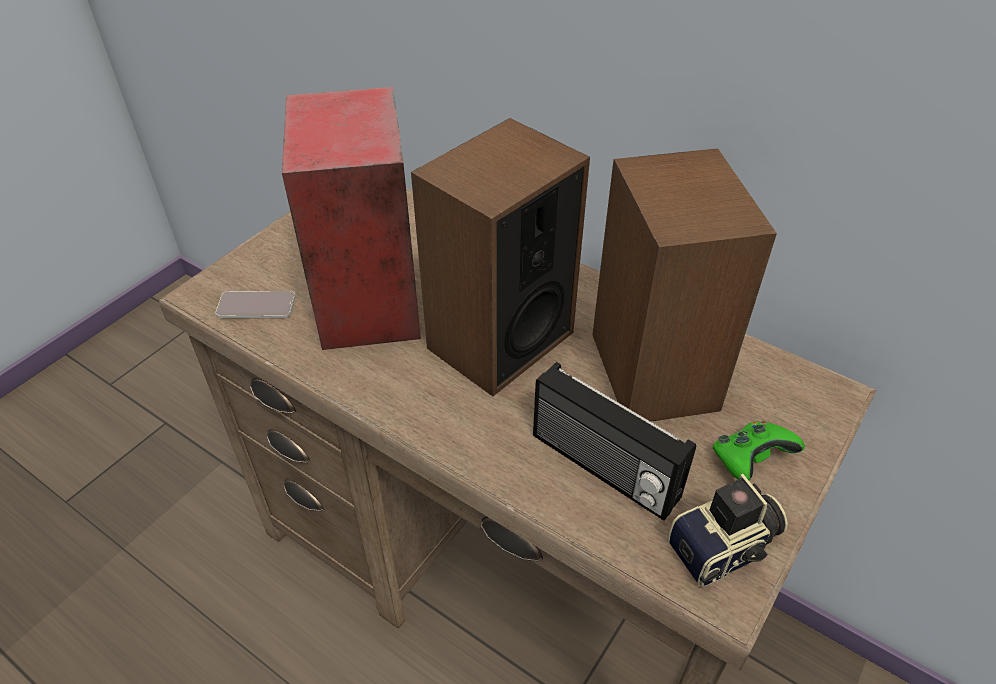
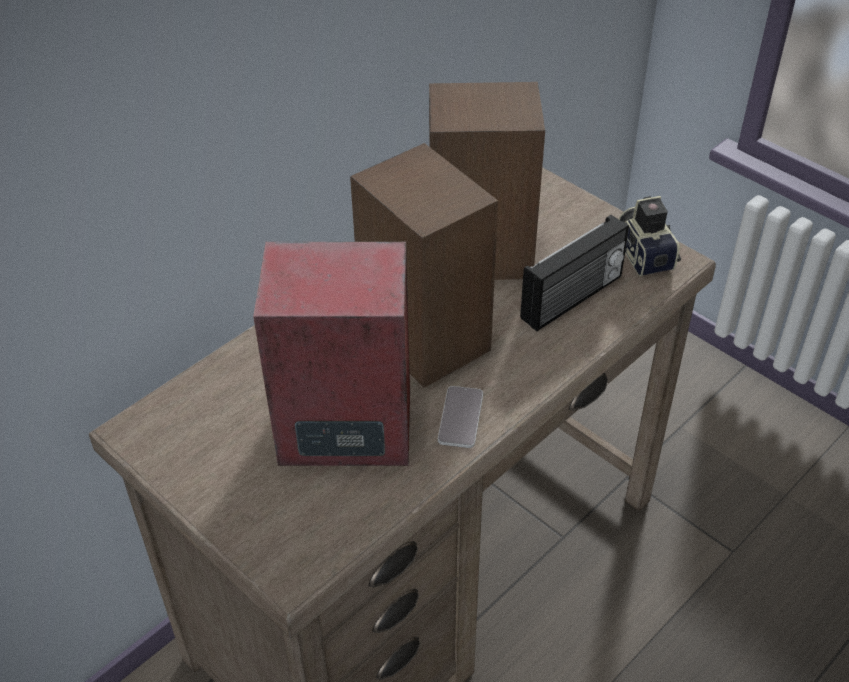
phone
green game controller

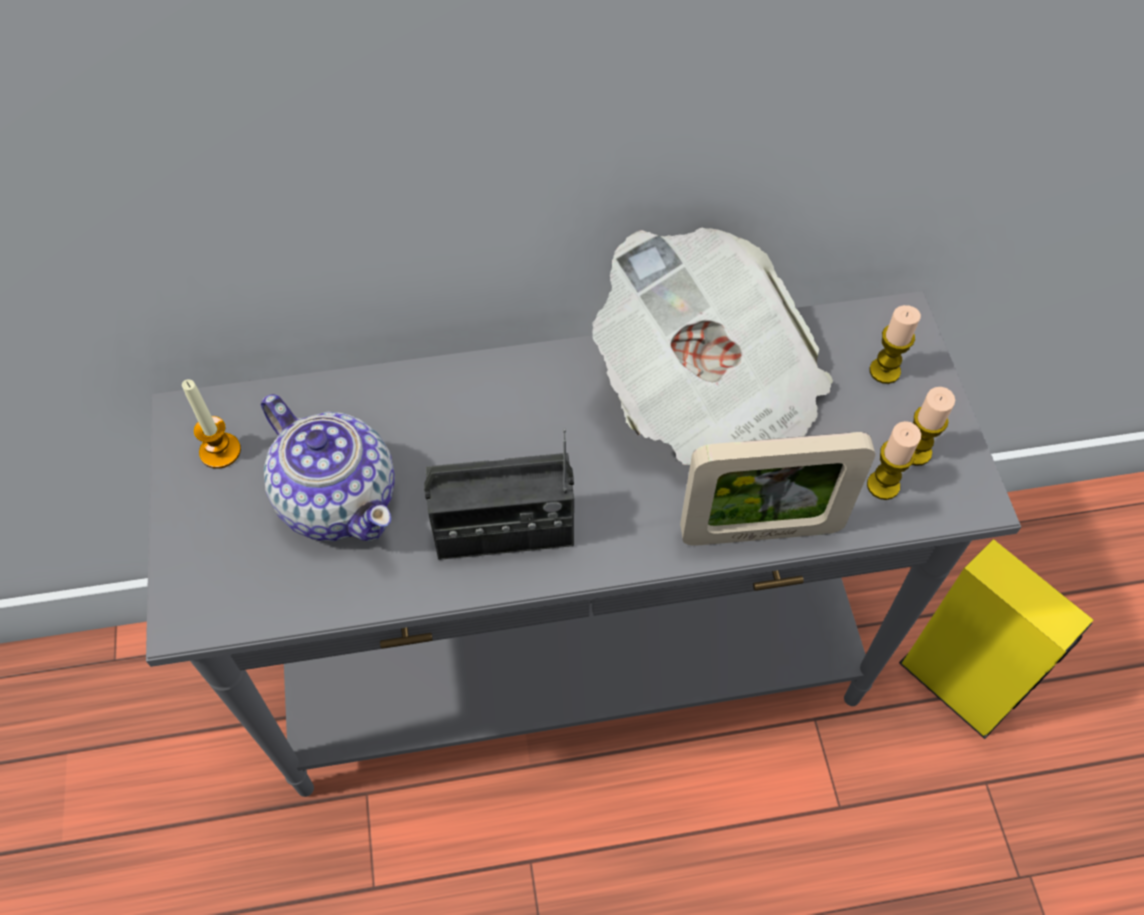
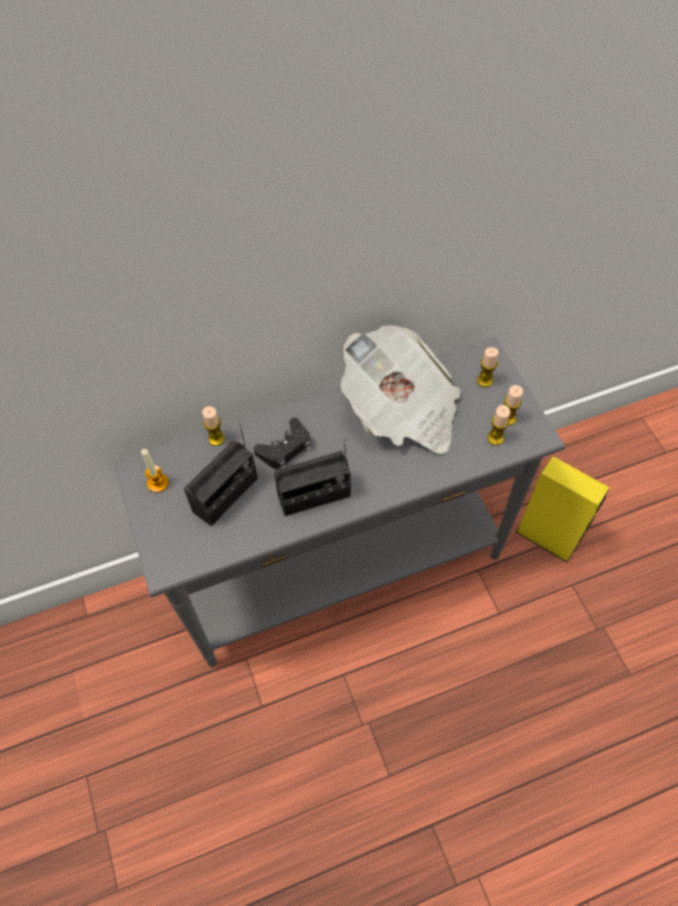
radio (no. 1 from left)
picture frame
candle (no. 2 from left)
black game controller

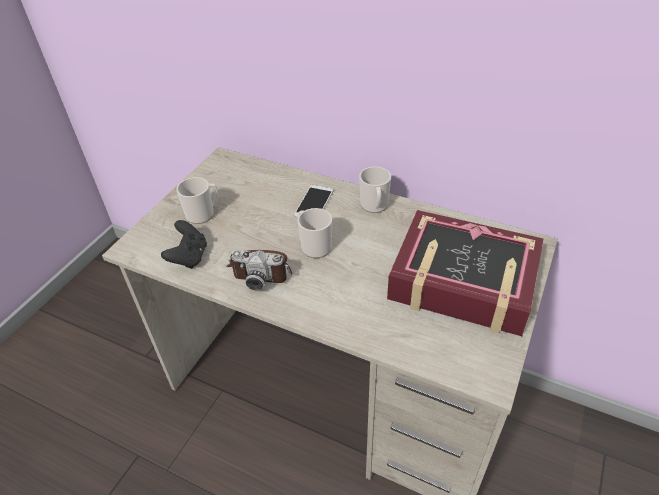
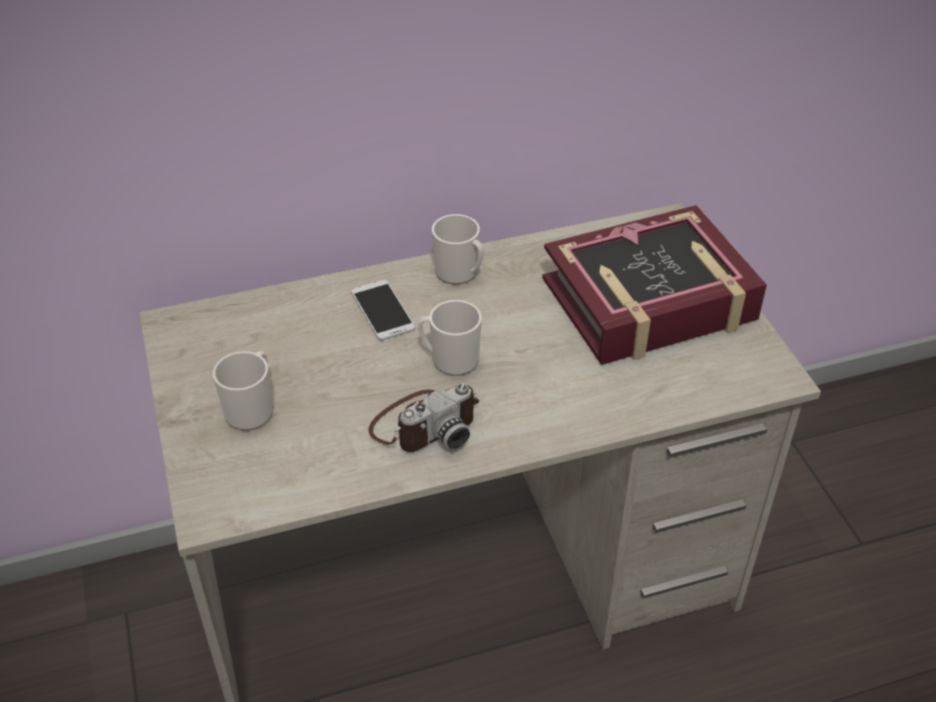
black game controller

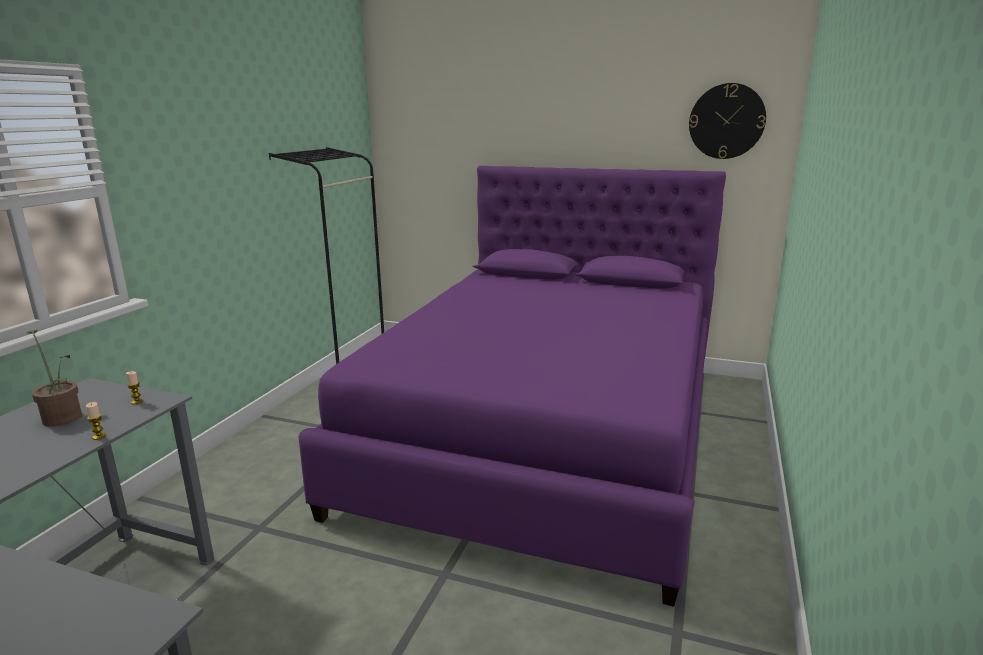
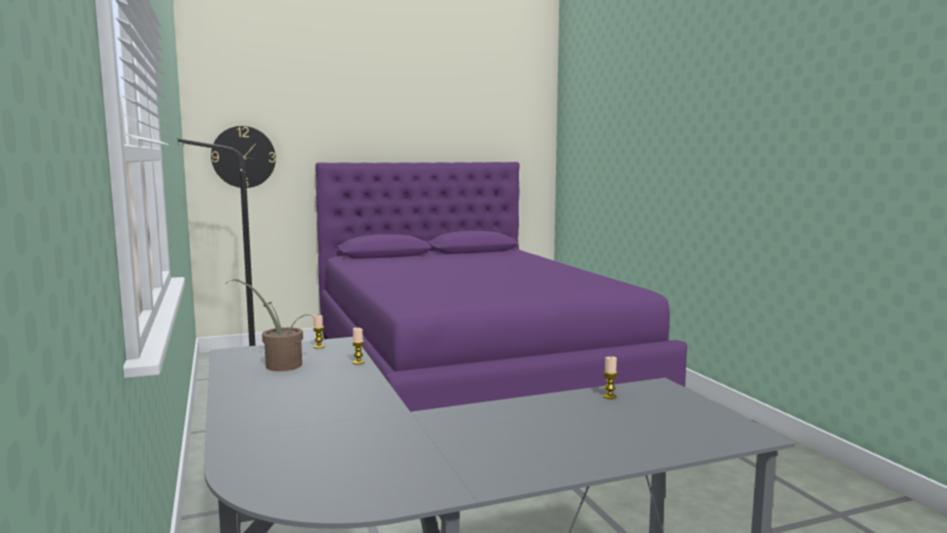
wall clock
candle (no. 3 from left)

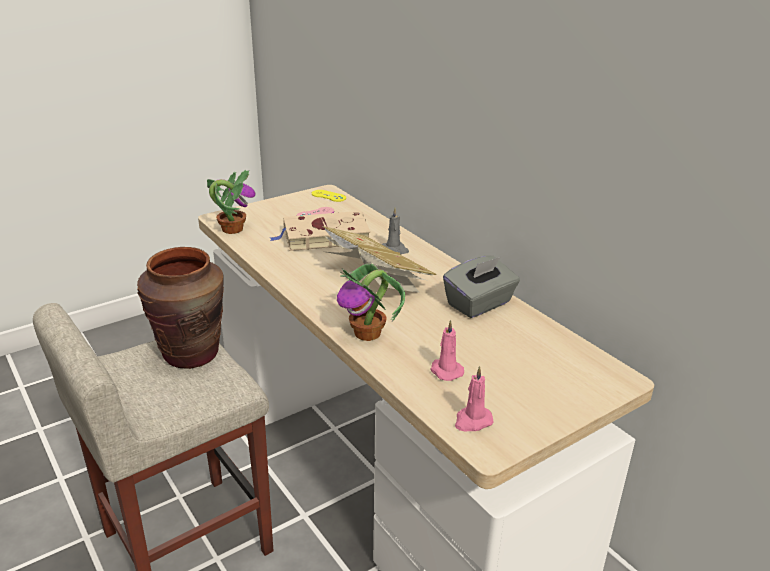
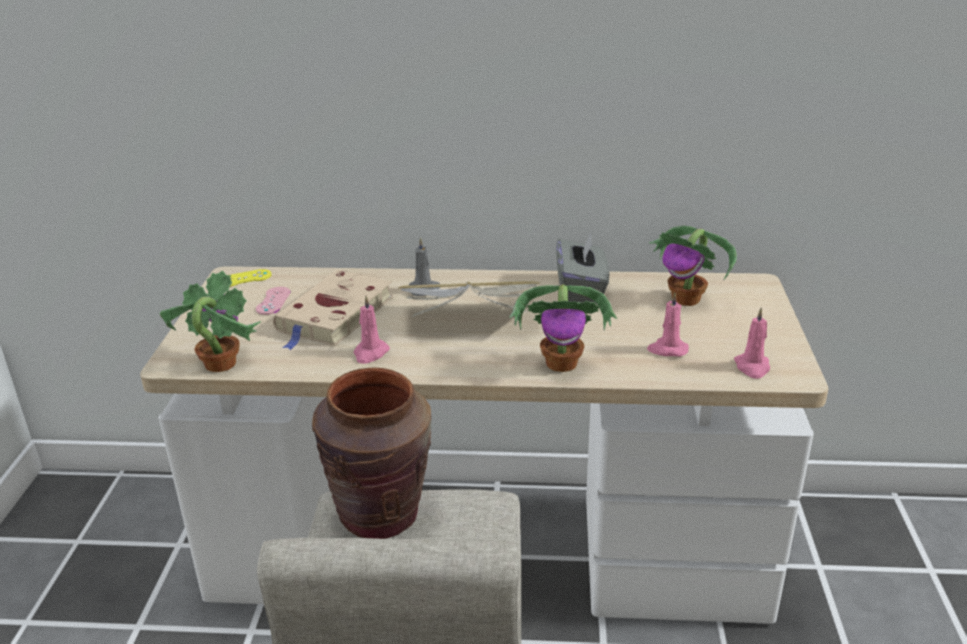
potted plant (no. 3 from left)
pink candle (no. 1 from left)

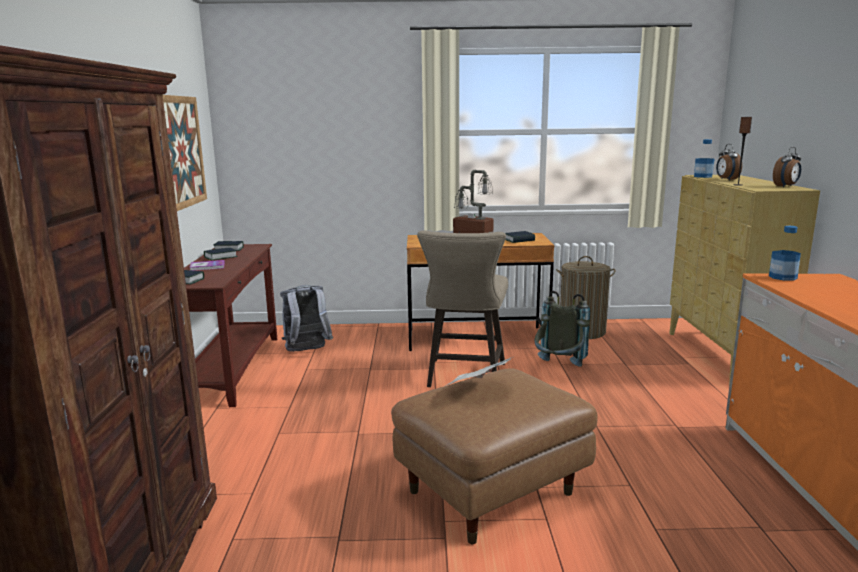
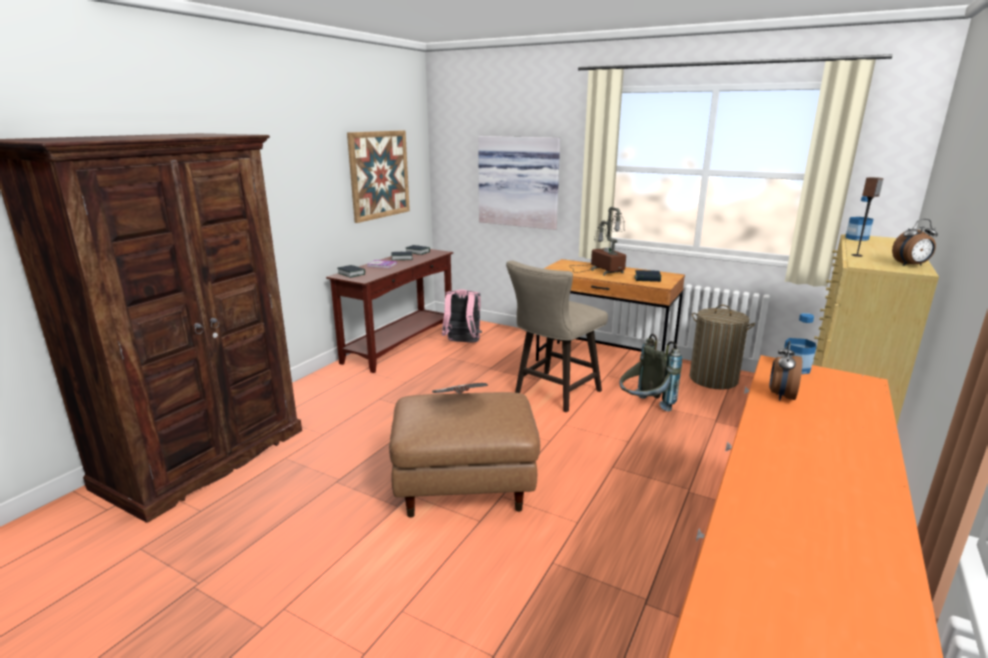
alarm clock (no. 1 from left)
pink backpack
picture (no. 2 from left)

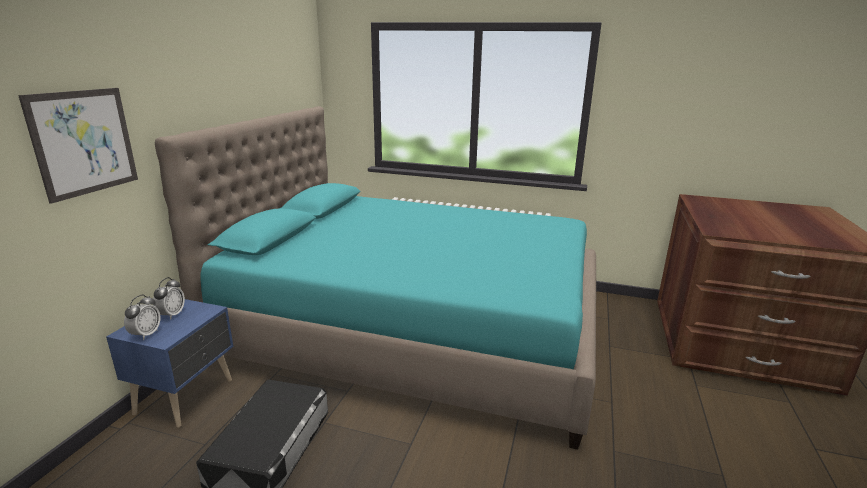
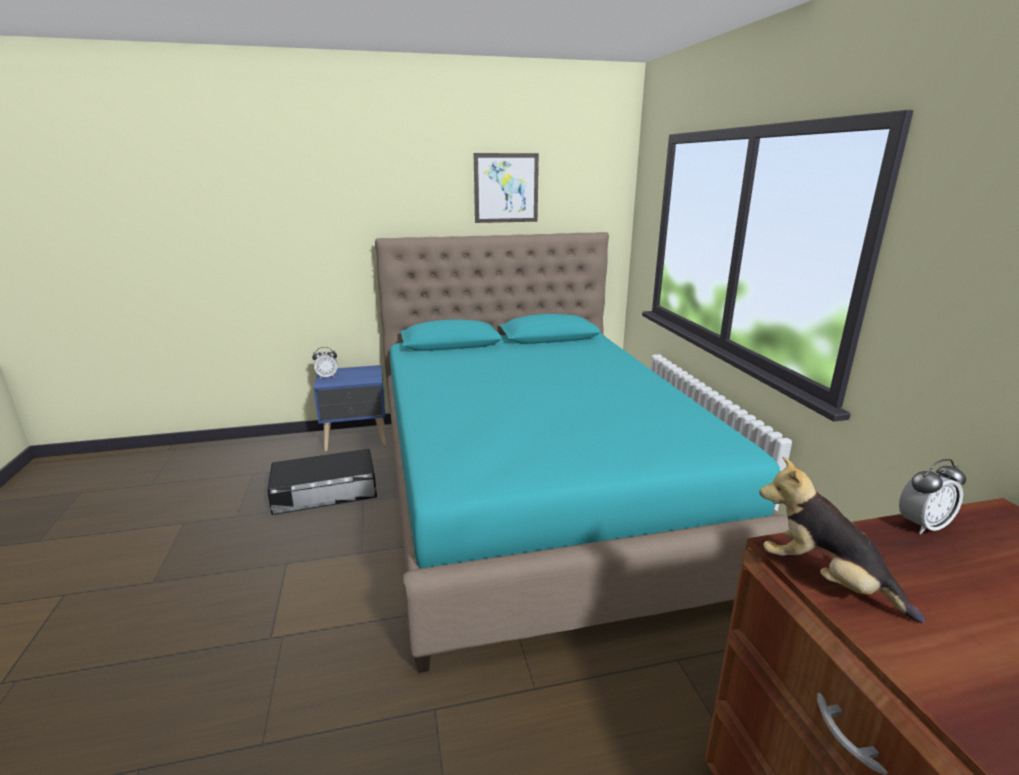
picture
alarm clock (no. 2 from left)
plush toy

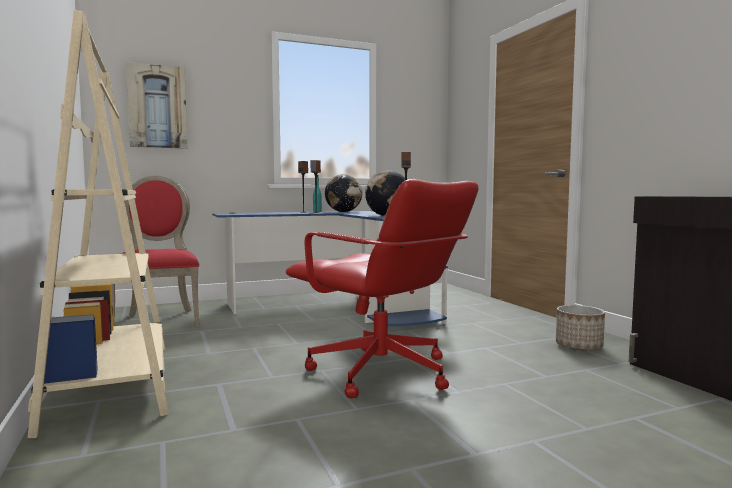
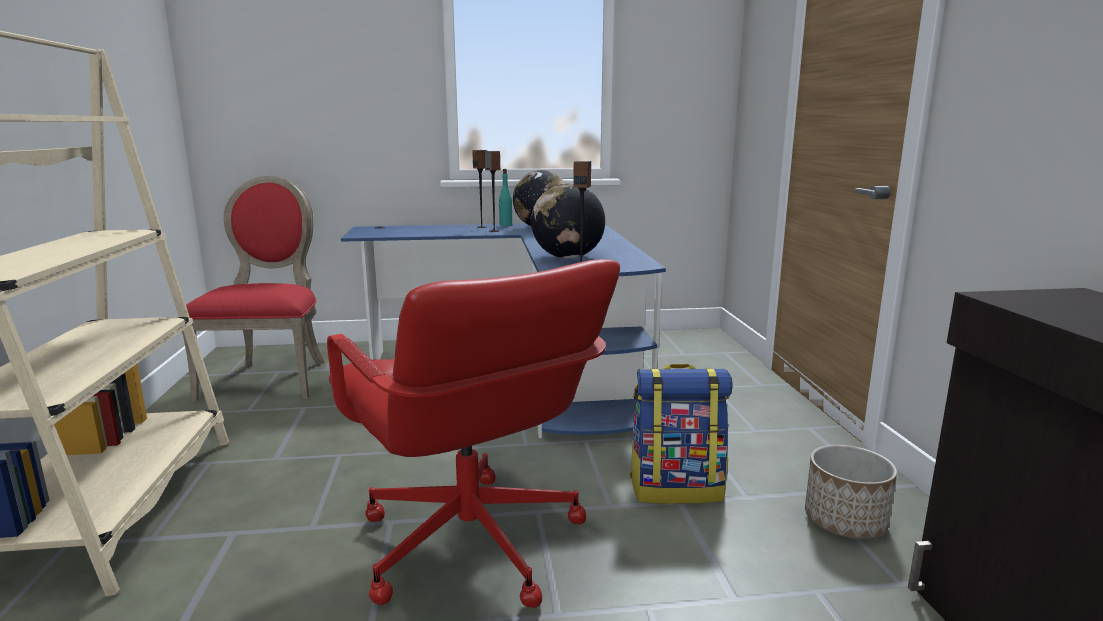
picture
backpack

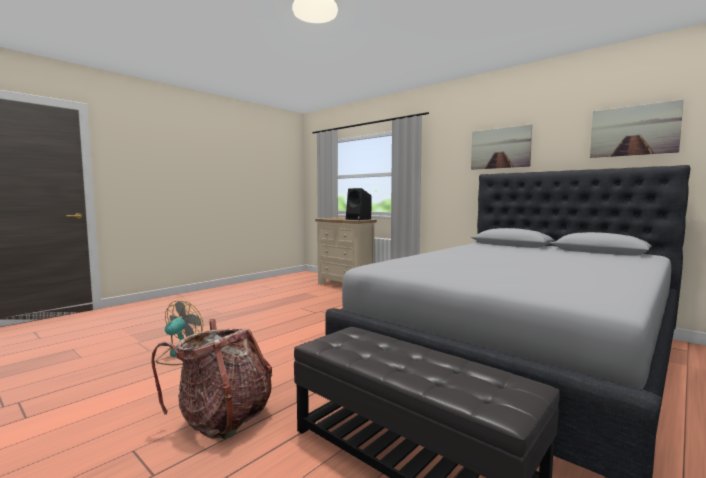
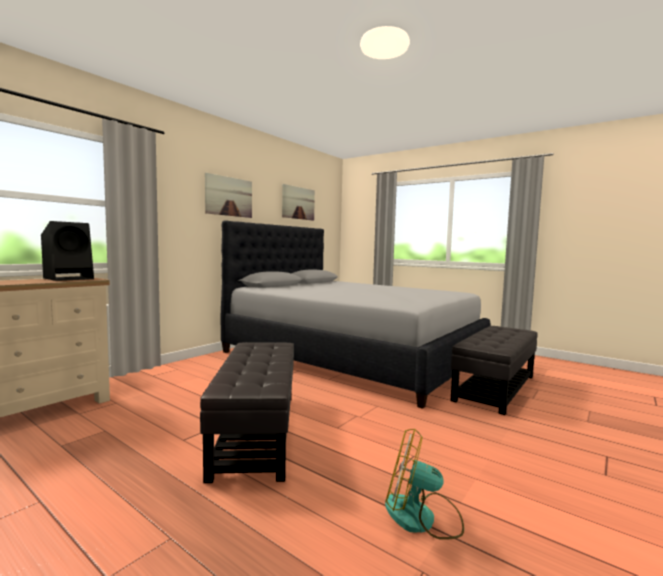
backpack
black ottoman (no. 1 from left)

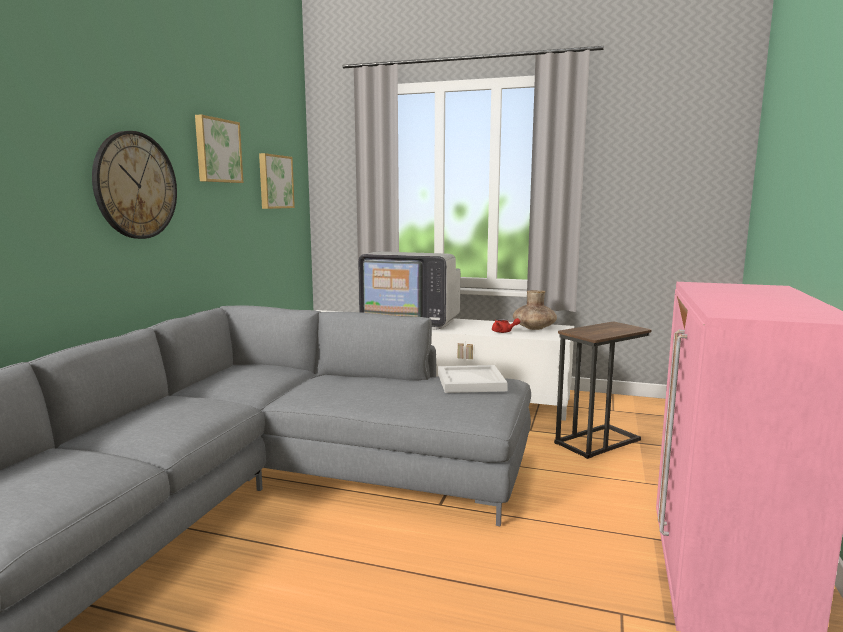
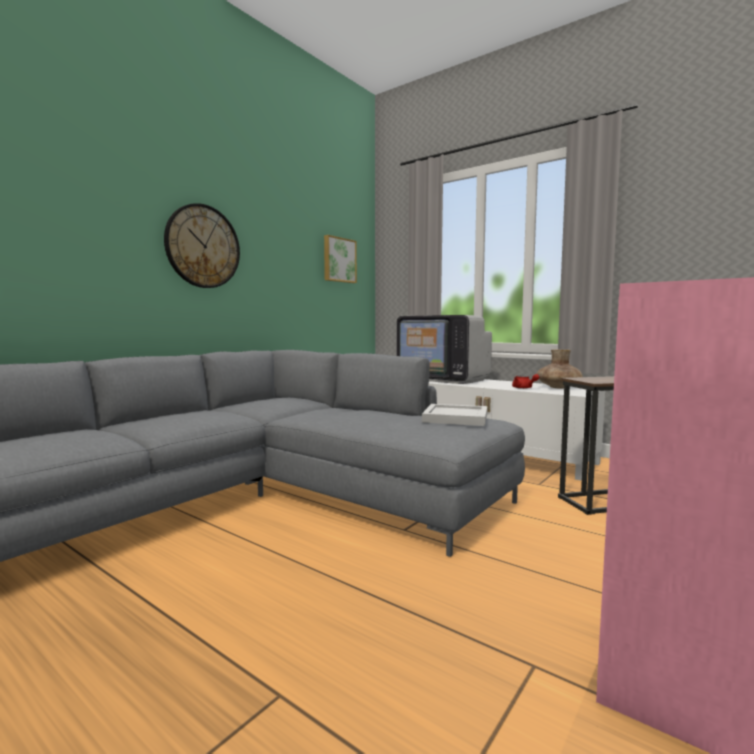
picture (no. 1 from left in the first image)

